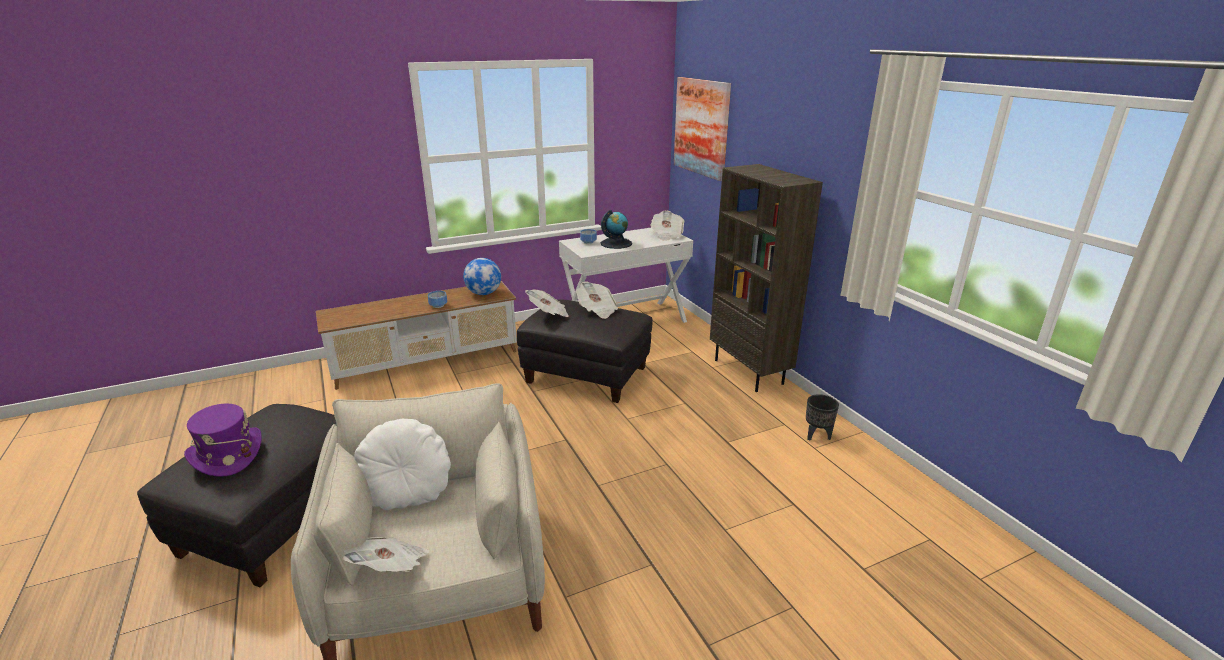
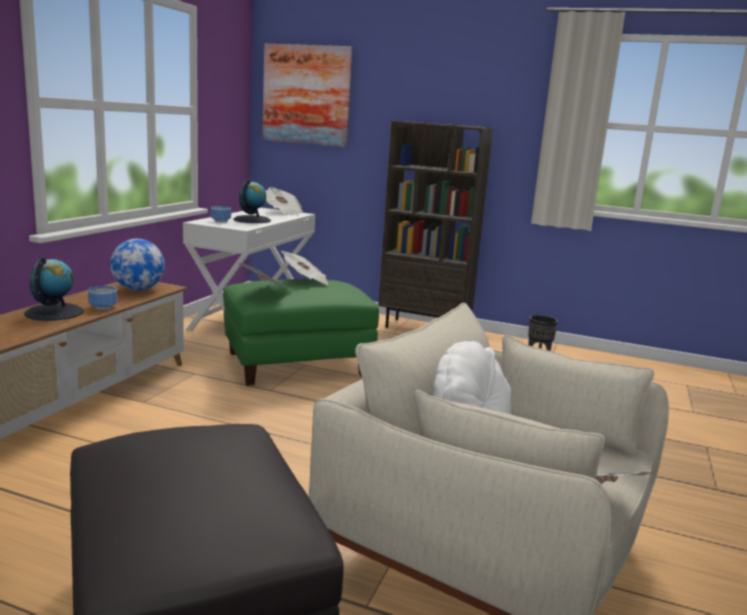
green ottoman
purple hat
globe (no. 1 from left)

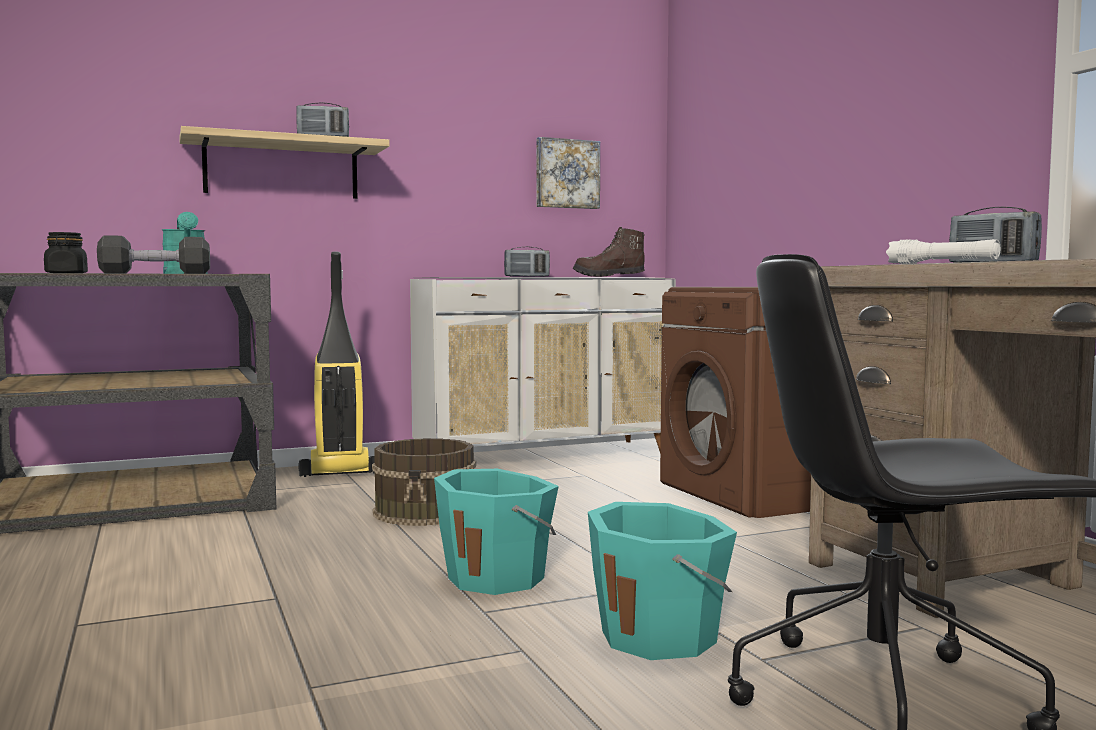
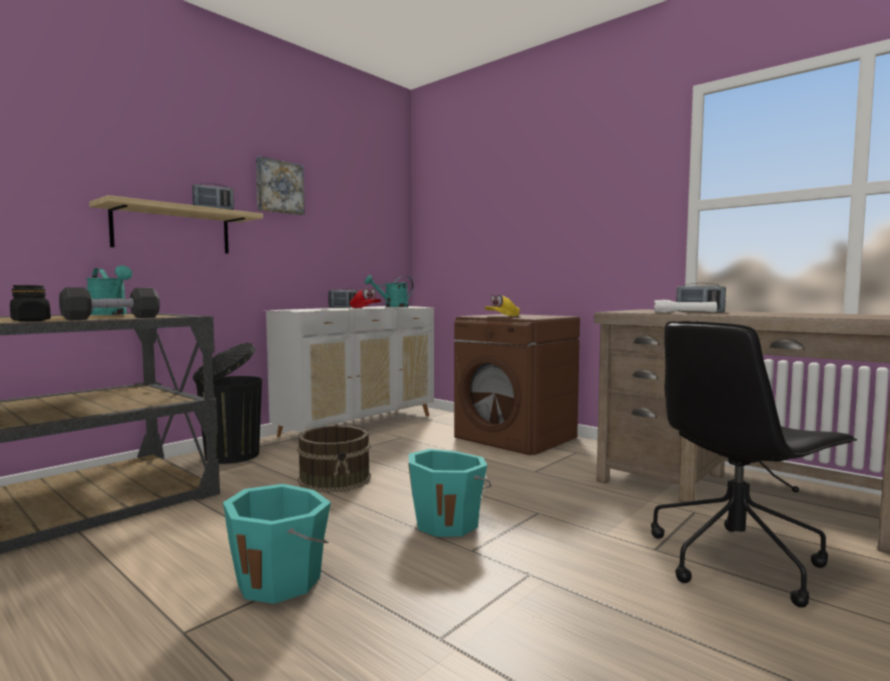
picture
turquoise watering can (no. 2 from left)
black trash can
turquoise bucket (no. 1 from left)
red cap
yellow cap

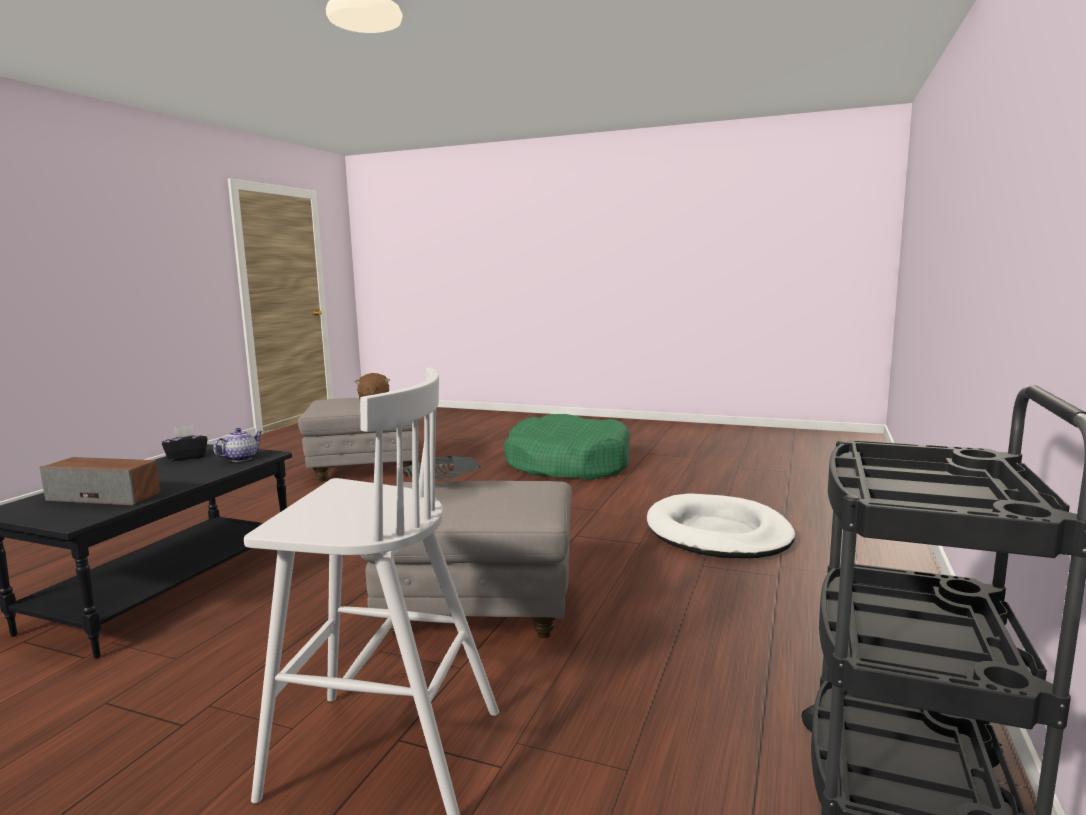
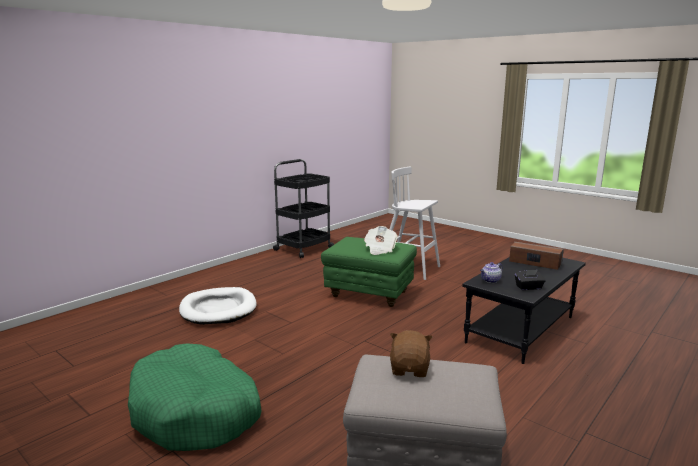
green ottoman

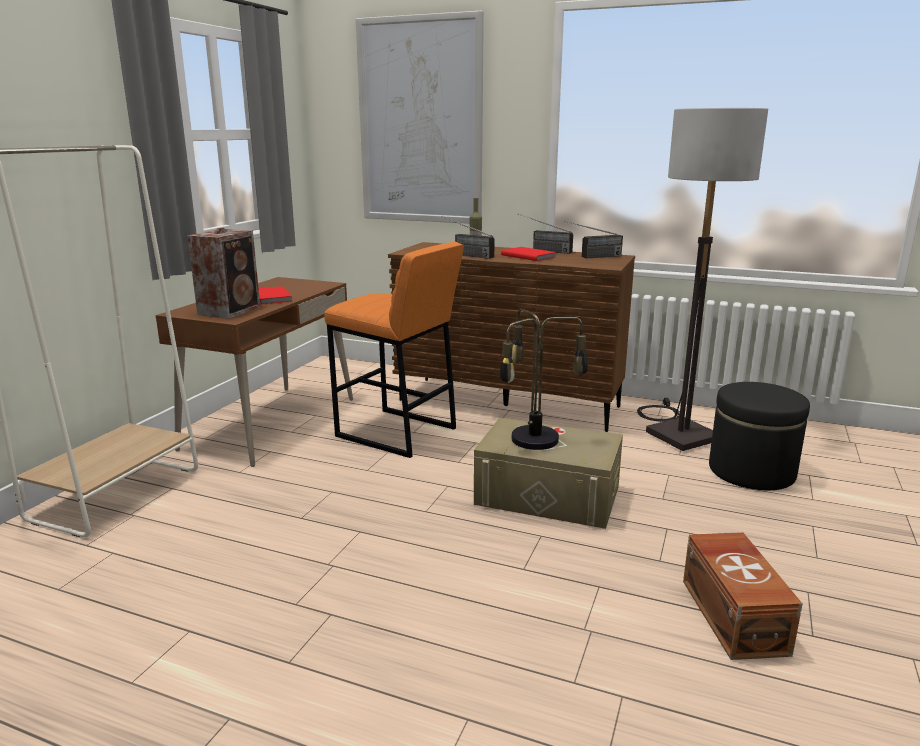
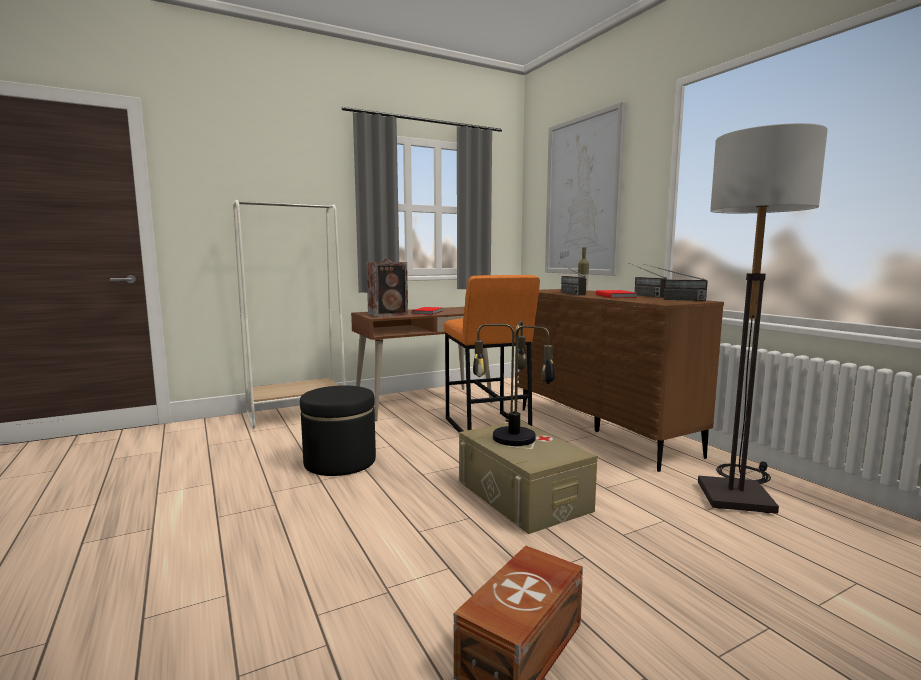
black ottoman

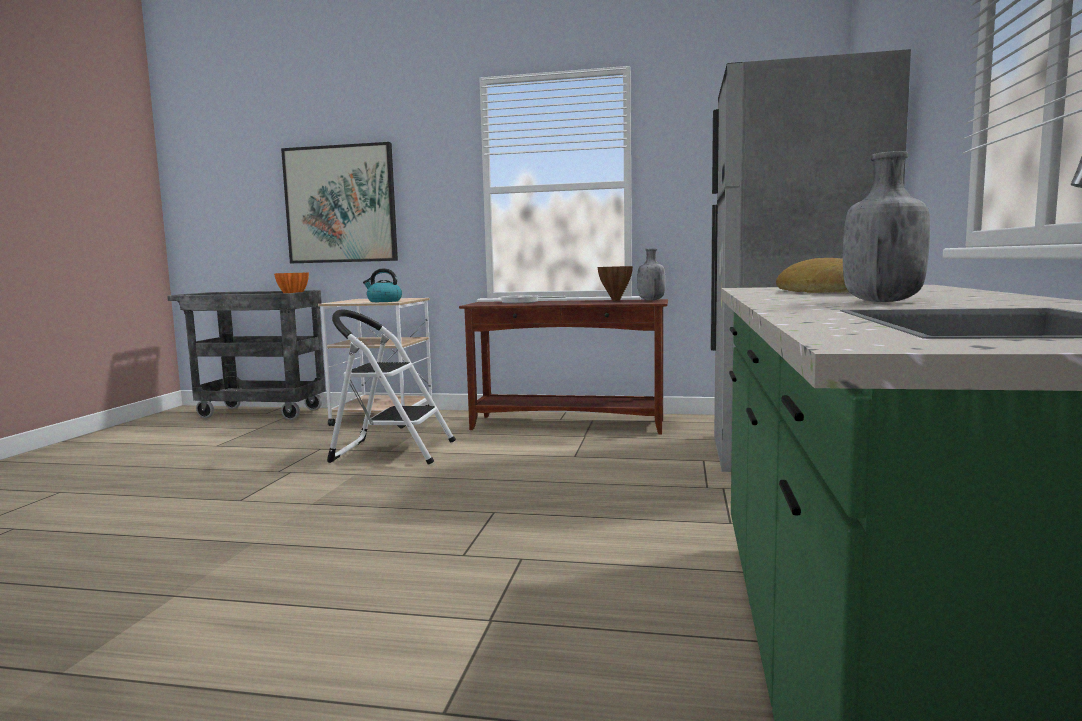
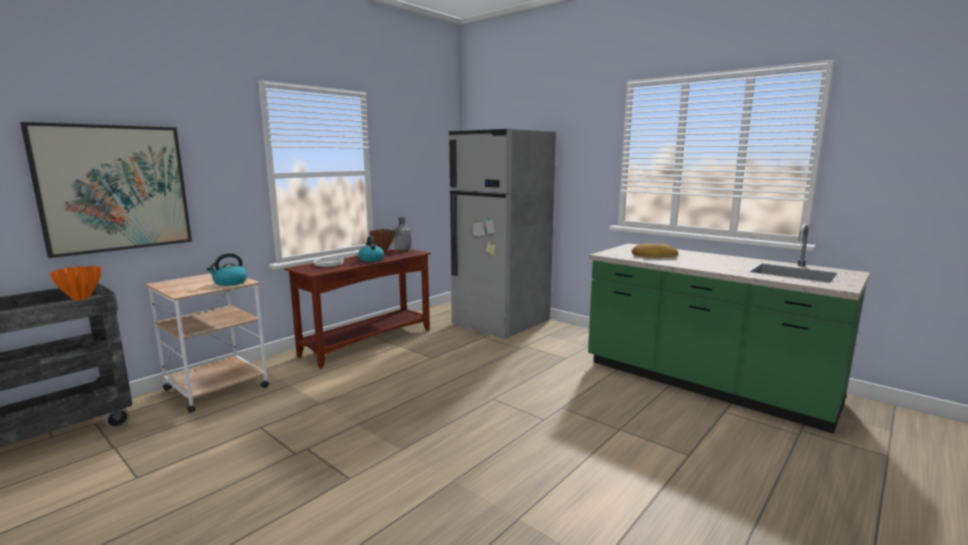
grey bottle (no. 2 from left in the first image)
step ladder
kettle (no. 2 from left)

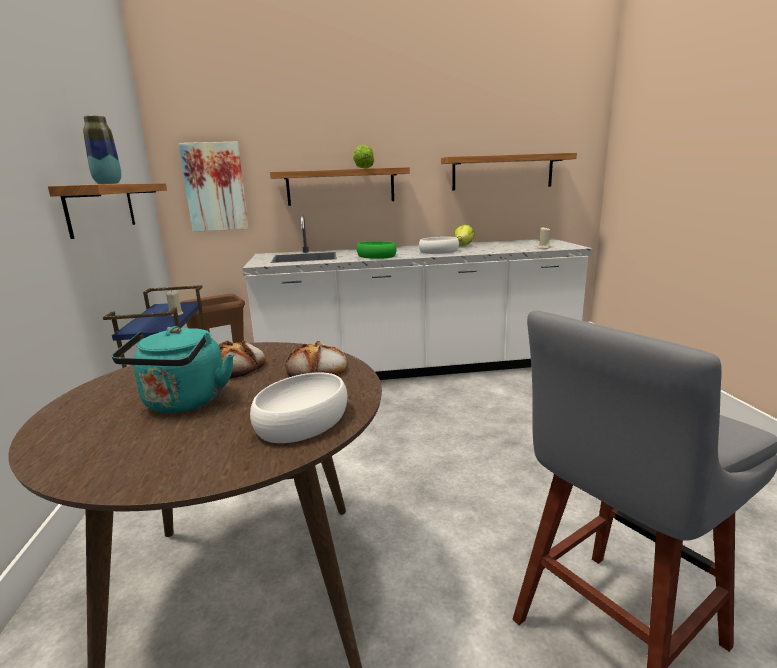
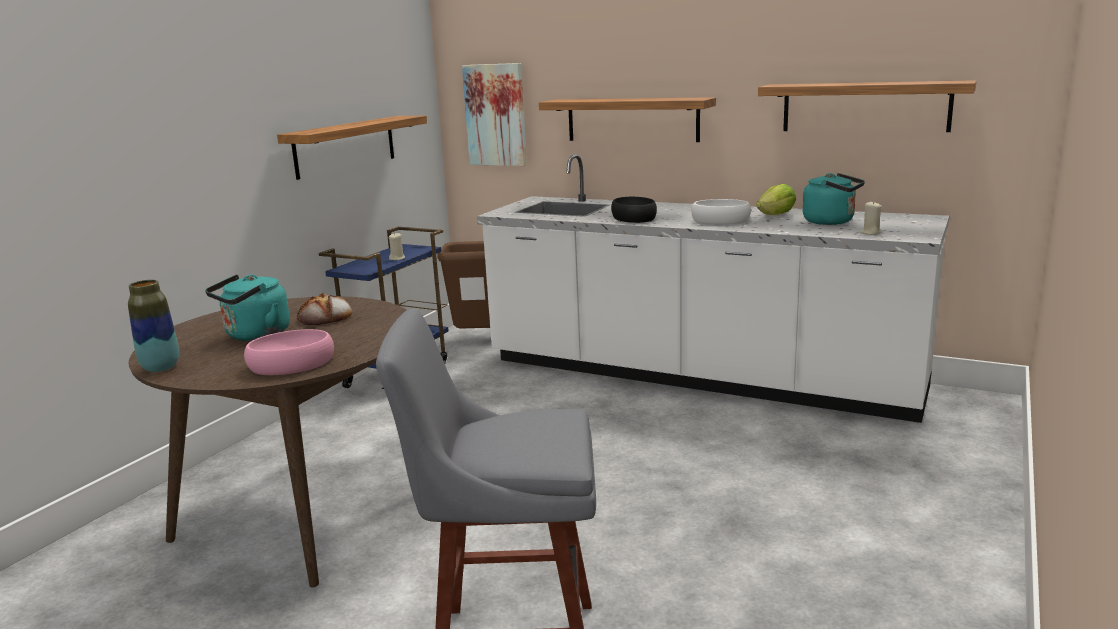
vase
lettuce (no. 1 from left in the first image)
black bowl
bread (no. 2 from left in the first image)
pink bowl
turquoise kettle (no. 2 from left)

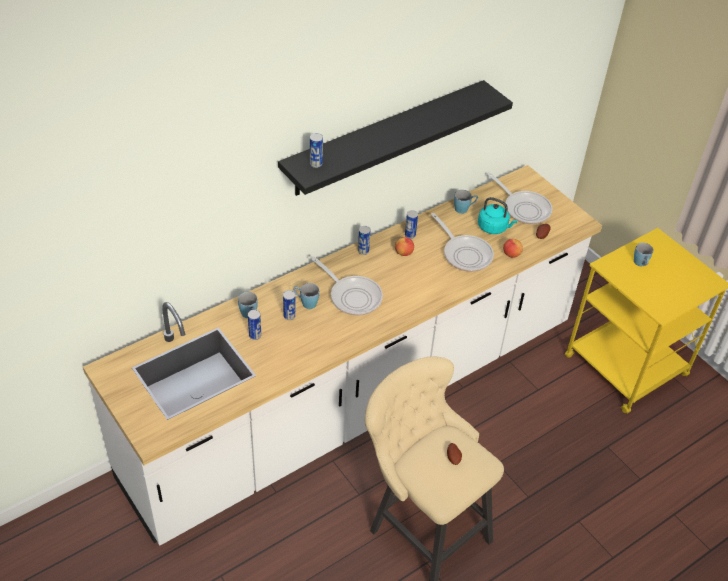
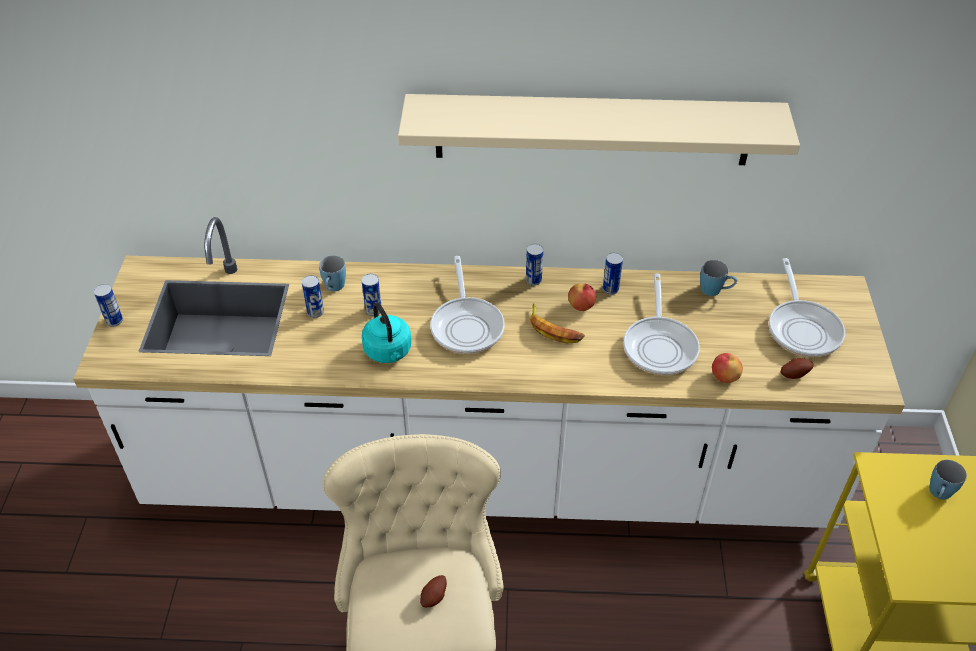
beige shelf
can (no. 1 from left)
turquoise kettle
blue mug (no. 2 from left in the first image)
banana

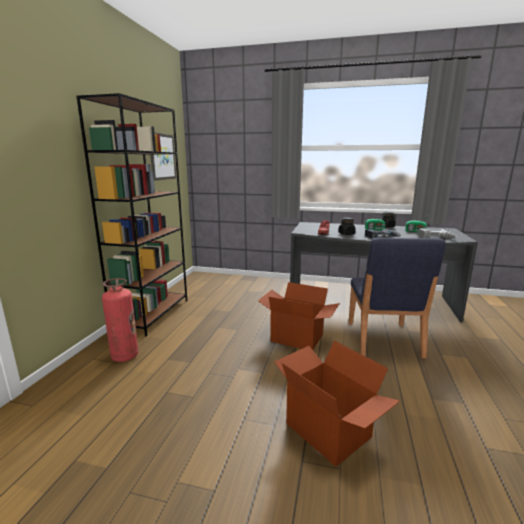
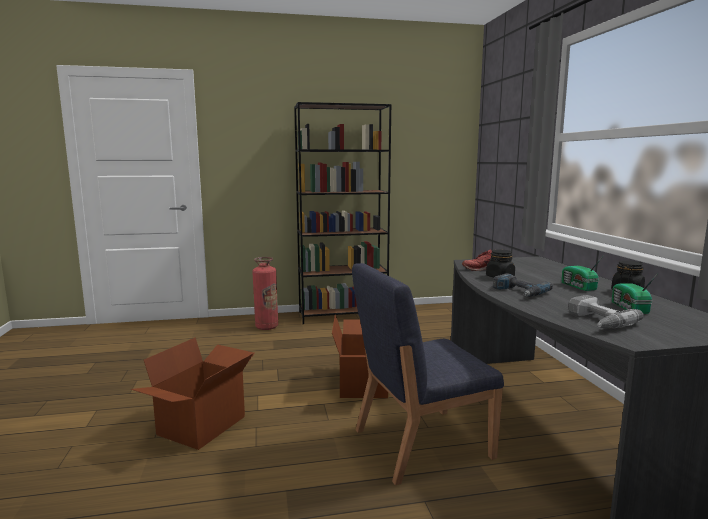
picture

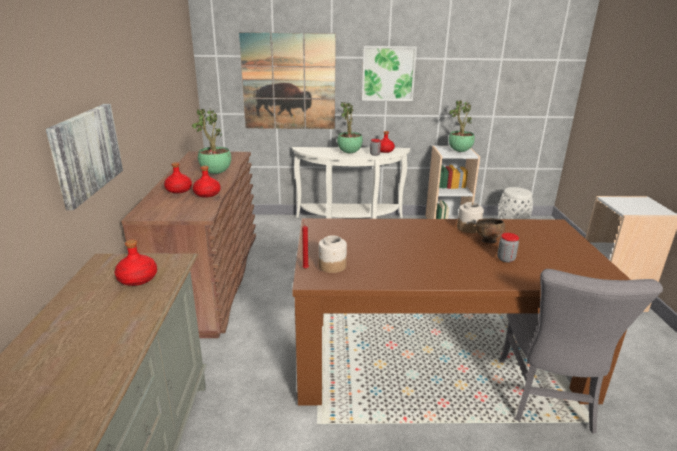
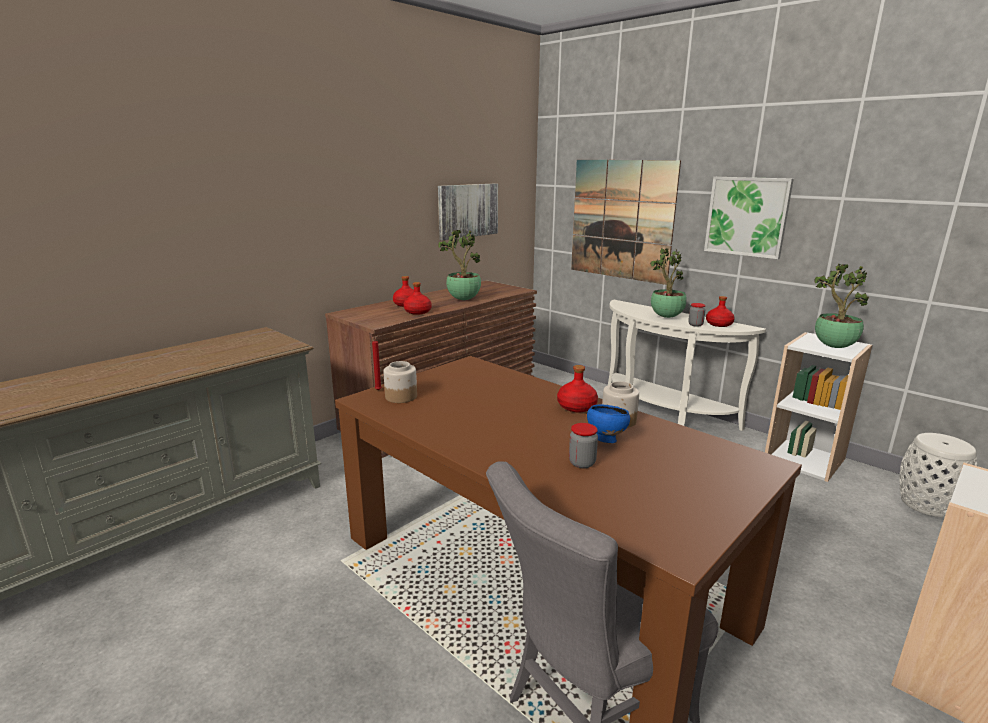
picture (no. 1 from left)
blue bowl
red bottle (no. 3 from left)

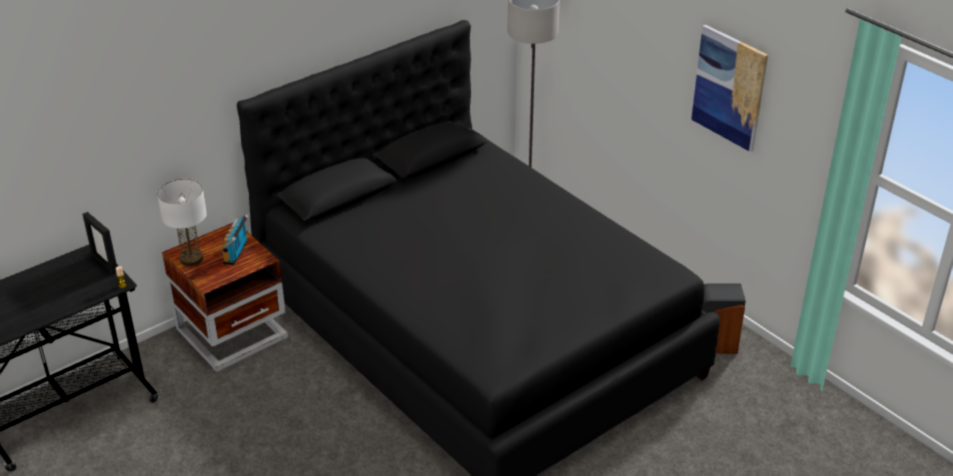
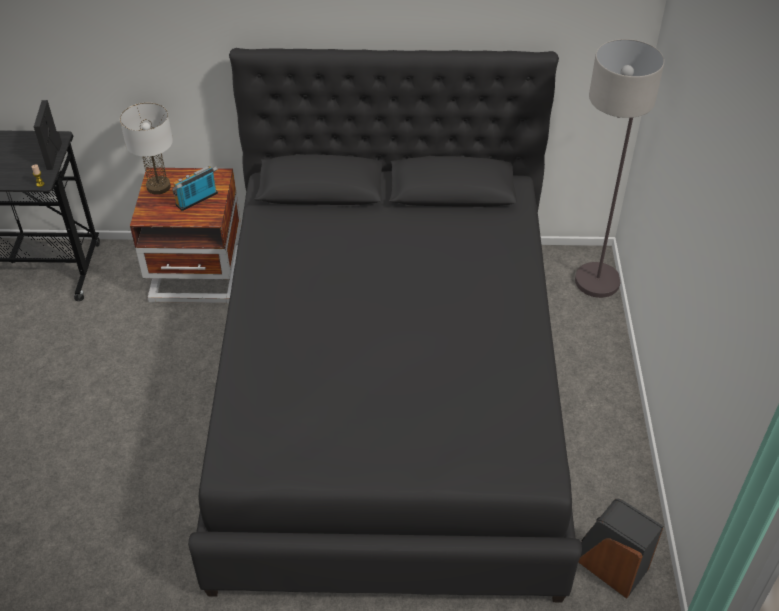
picture

